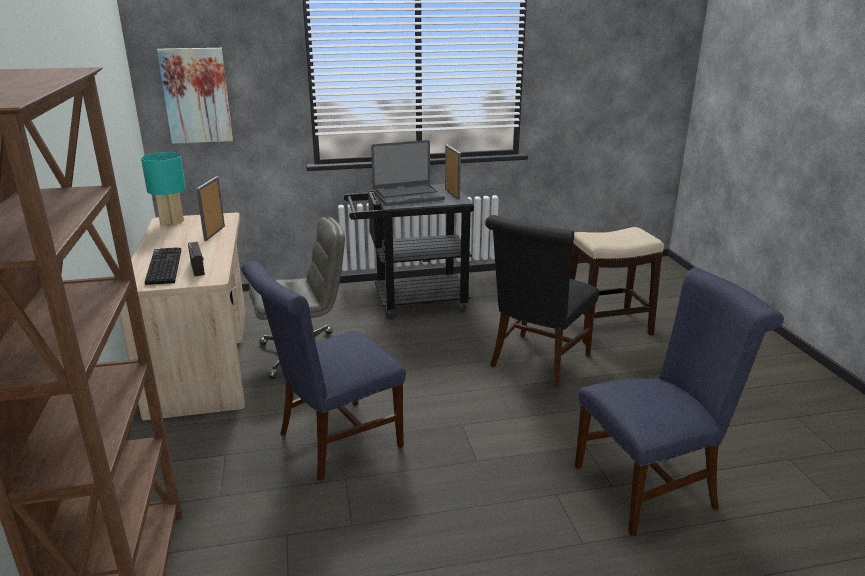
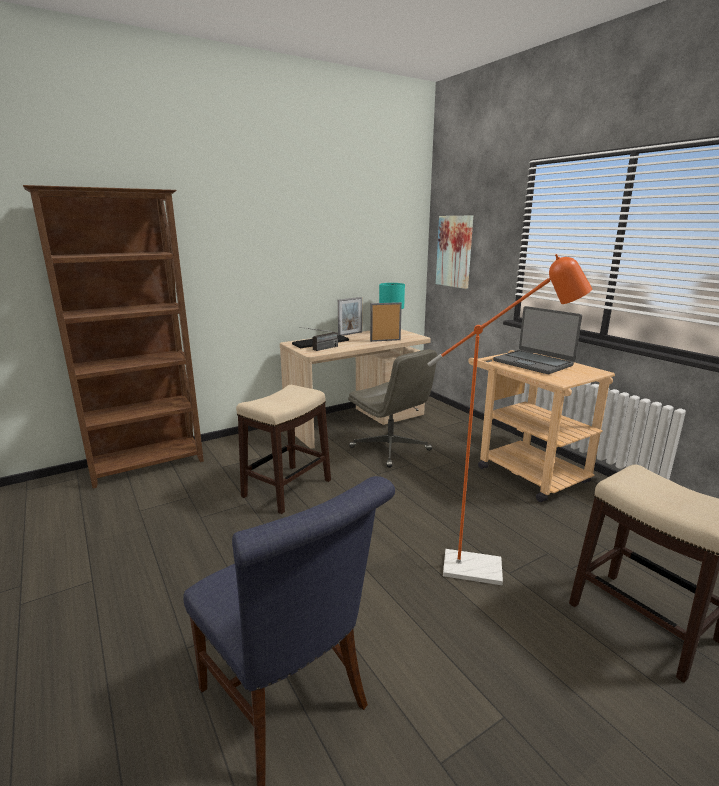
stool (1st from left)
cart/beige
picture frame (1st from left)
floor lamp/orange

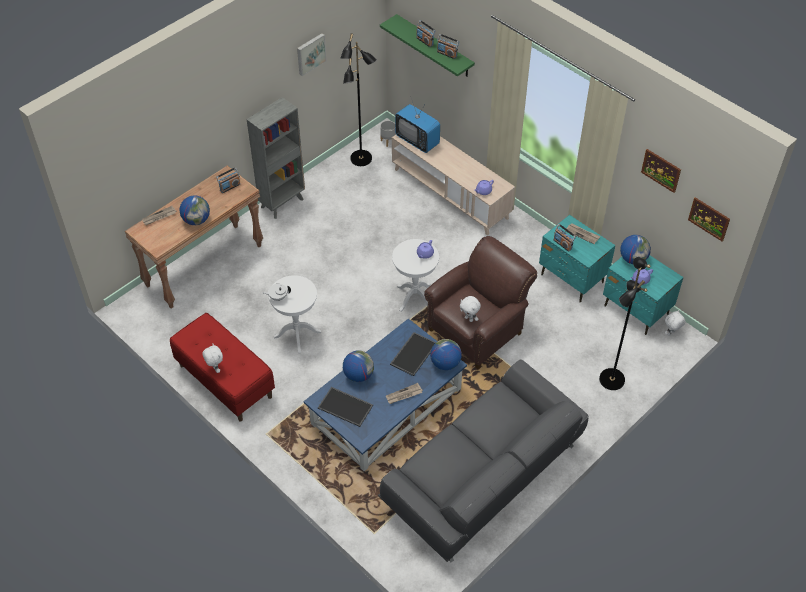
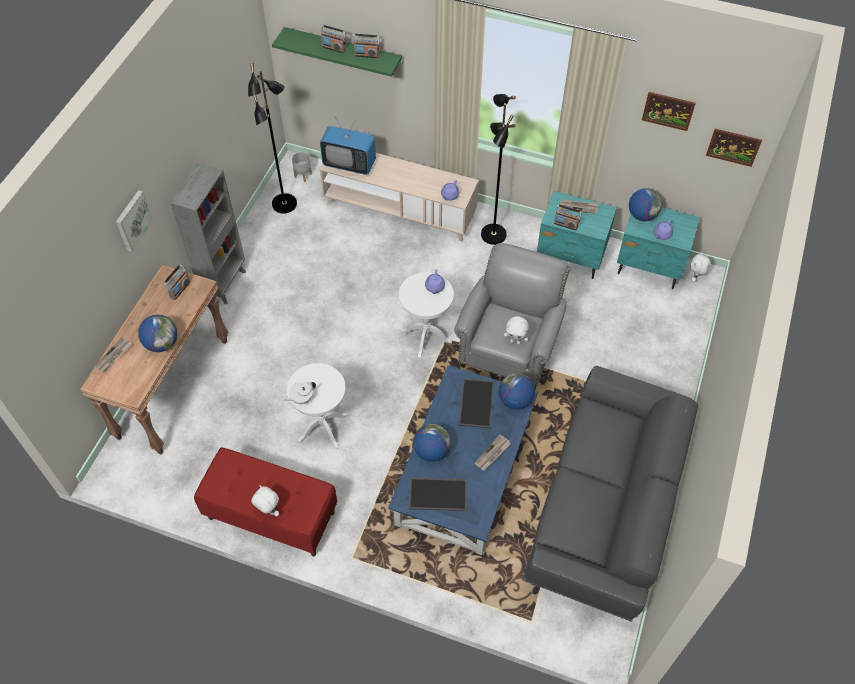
picture (1st from left)
armchair/grey
floor lamp/black (2nd from left)

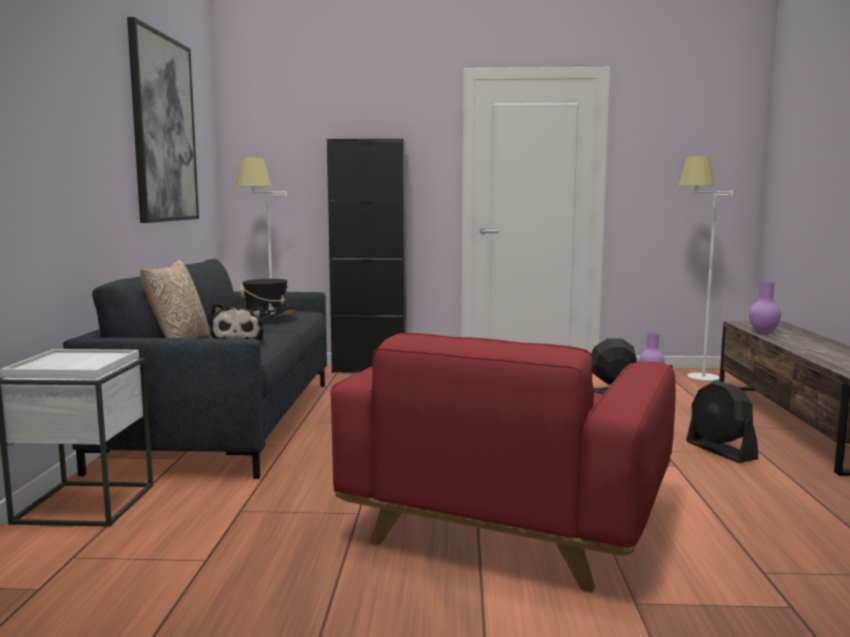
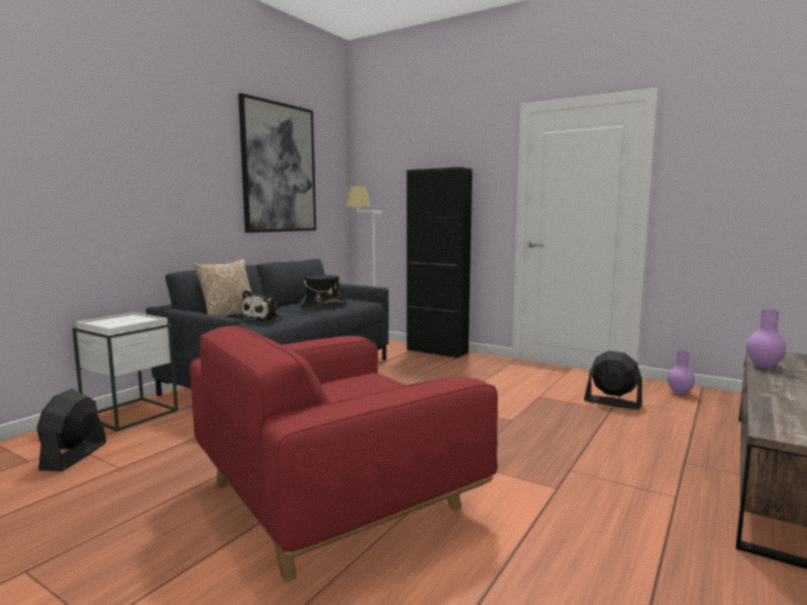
floor lamp/white (2nd from left in the first image)
fan/black (1st from left)

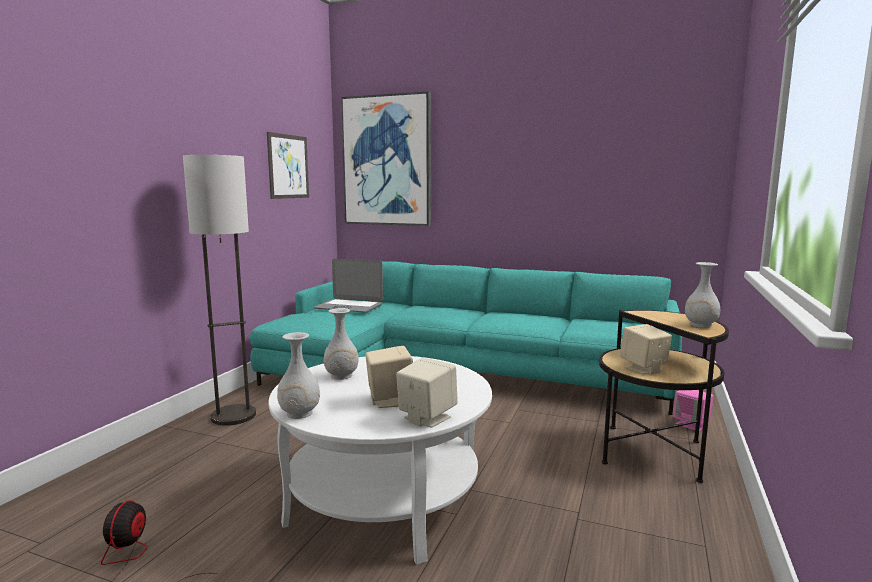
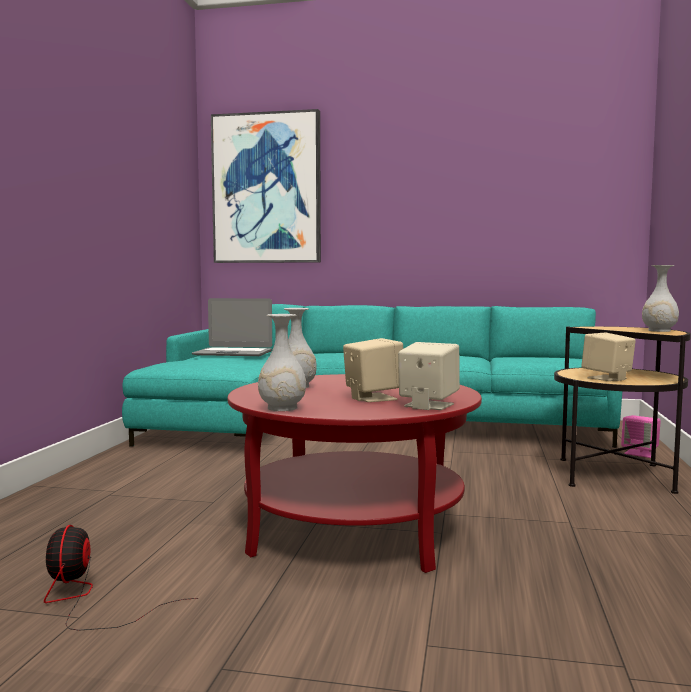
floor lamp
picture (1st from left in the first image)
coffee table/red

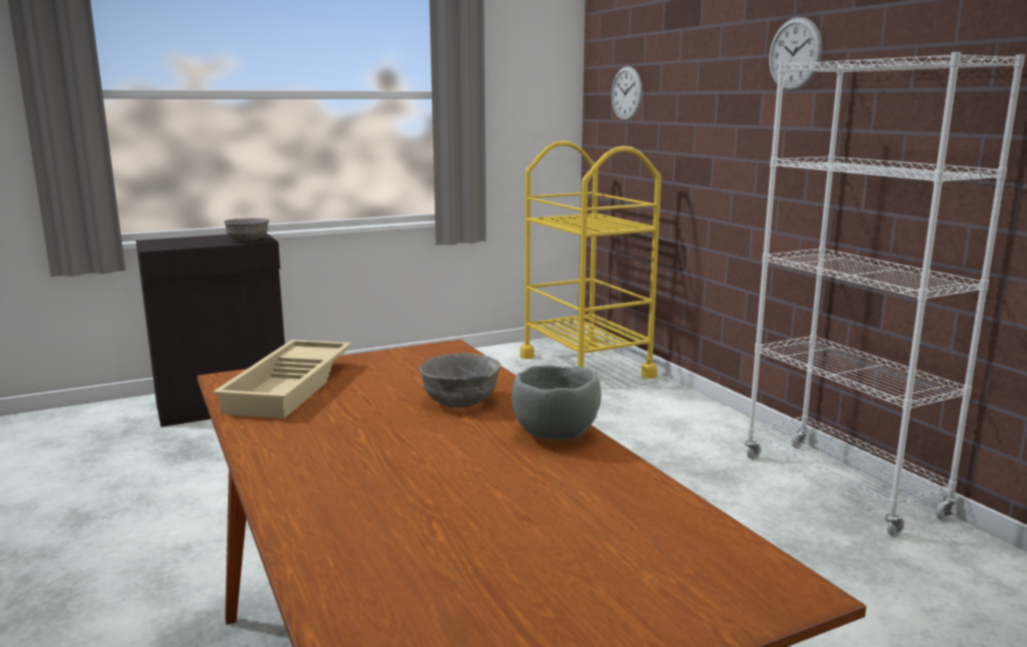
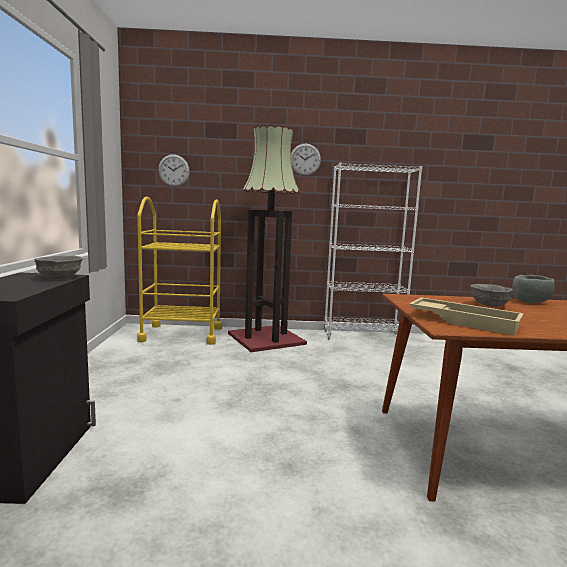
floor lamp

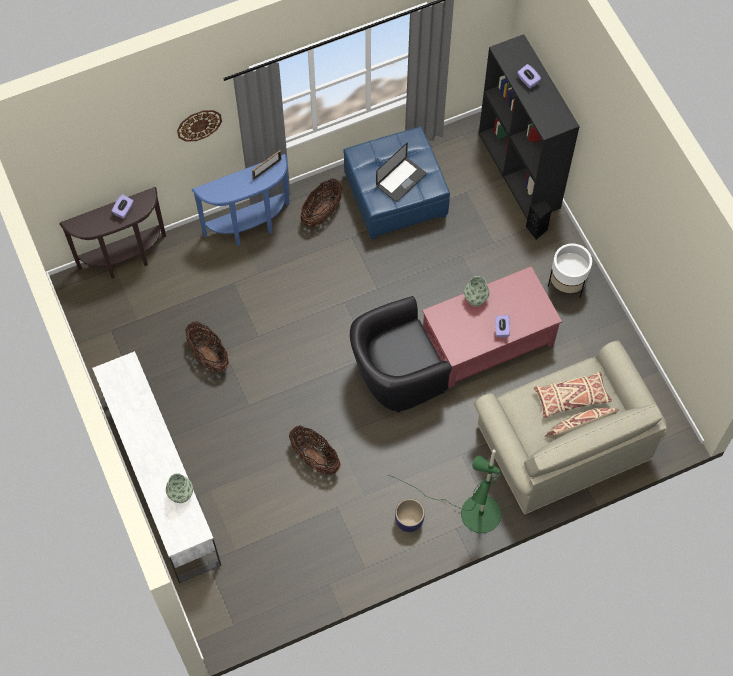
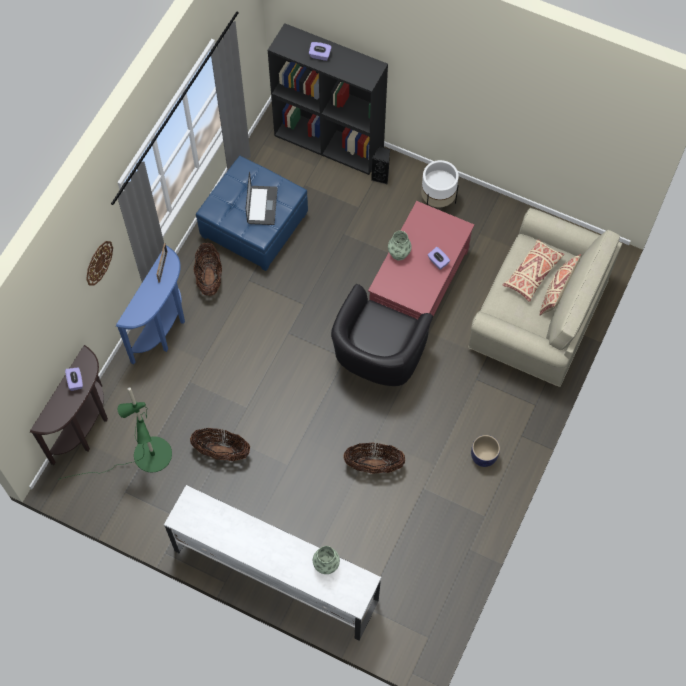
floor lamp/green

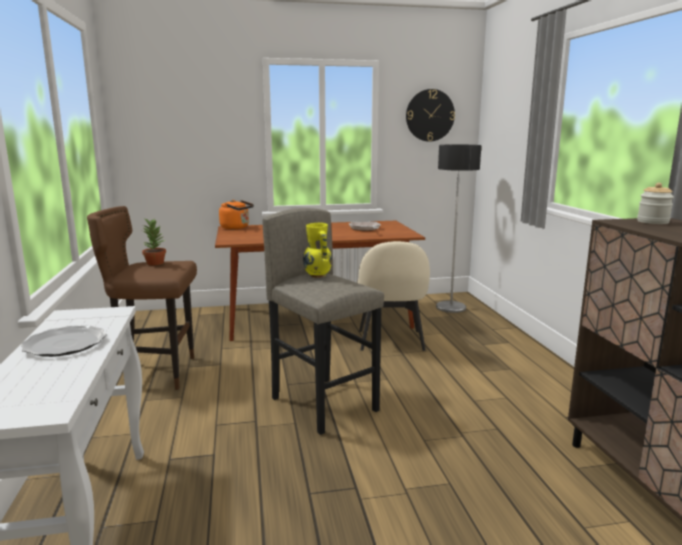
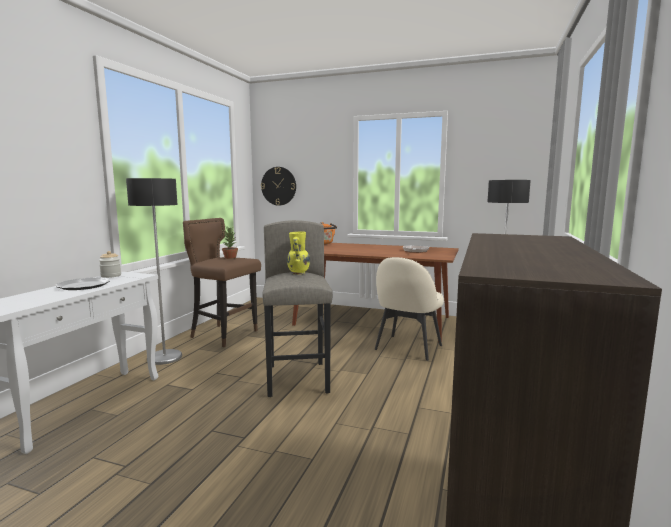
wall clock
jar
floor lamp (1st from left)

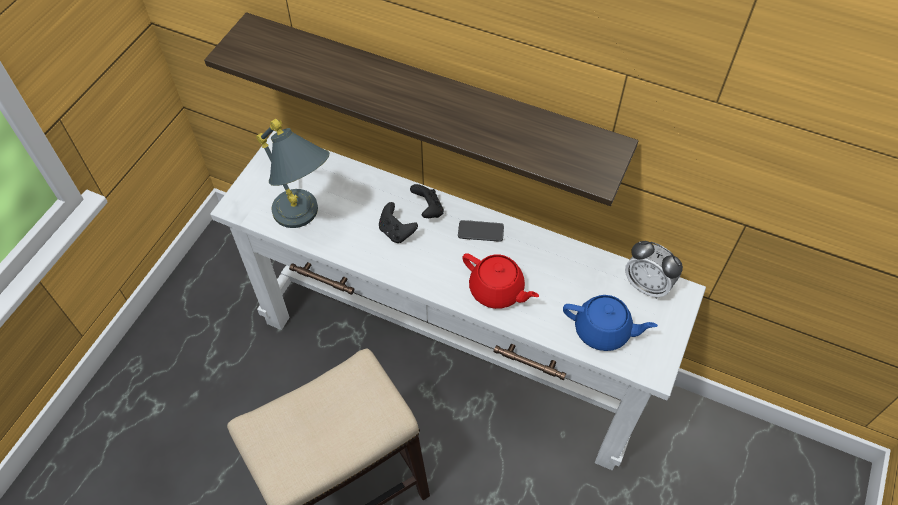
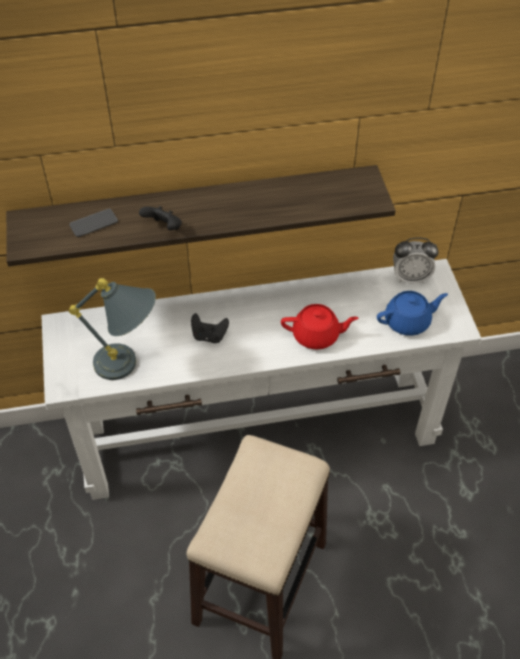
game controller/black (1st from left)
phone

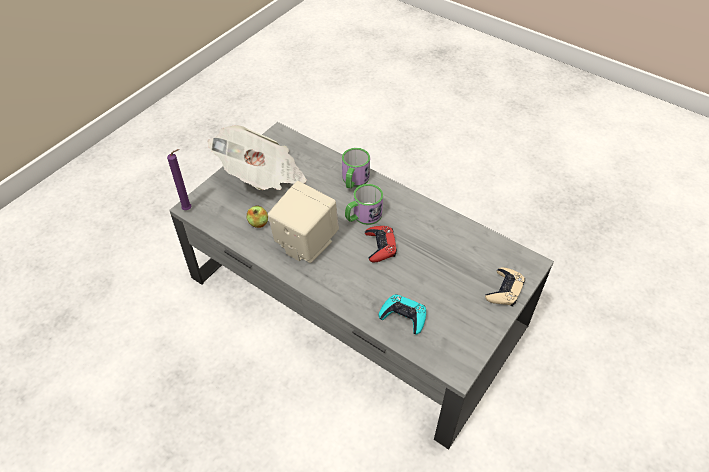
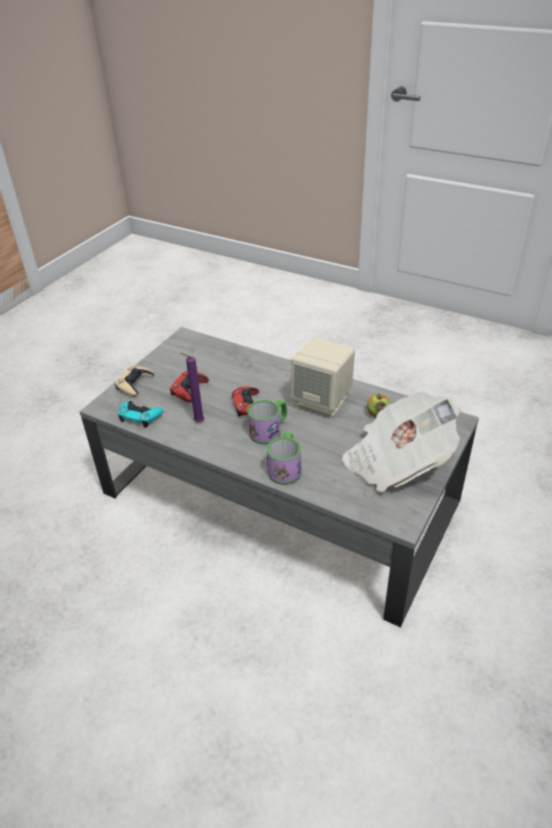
candle/purple
game controller/turquoise
game controller/red (1st from left)

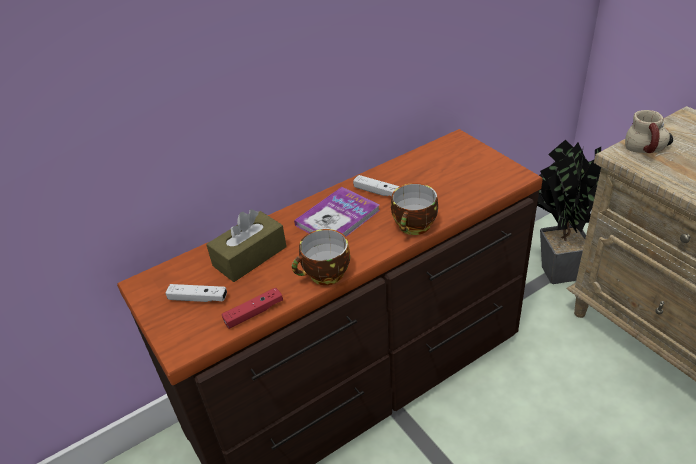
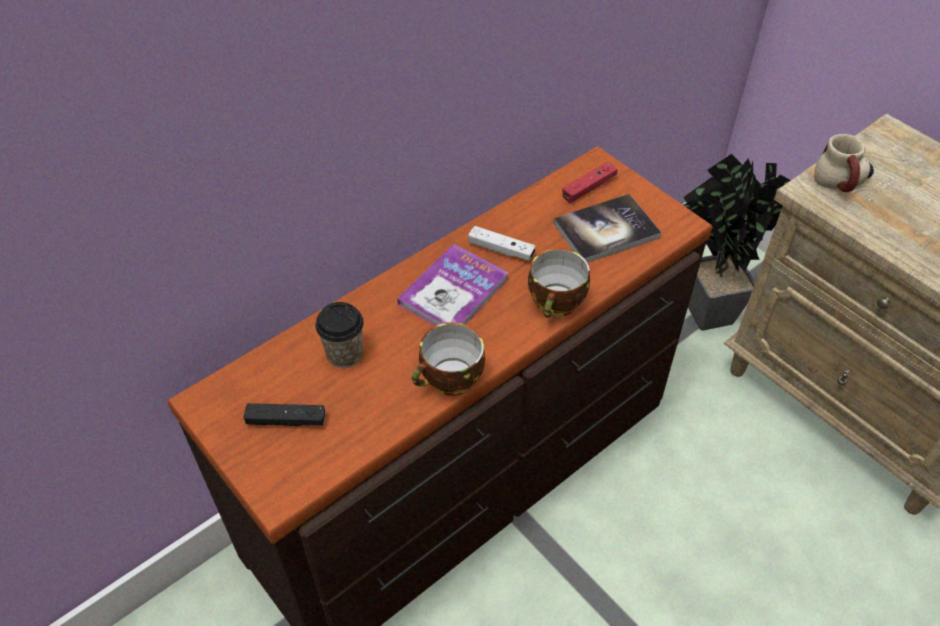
game controller/black
cup (1st from left)
game controller/red
book (2nd from left)

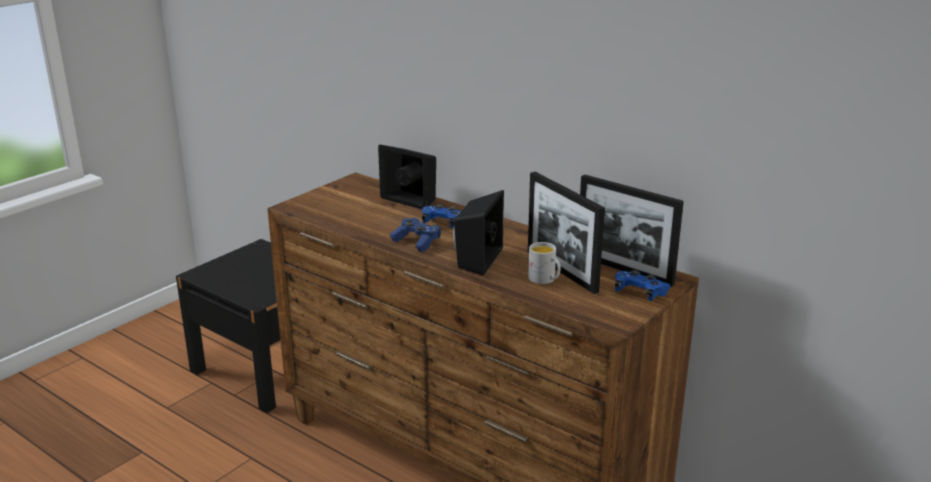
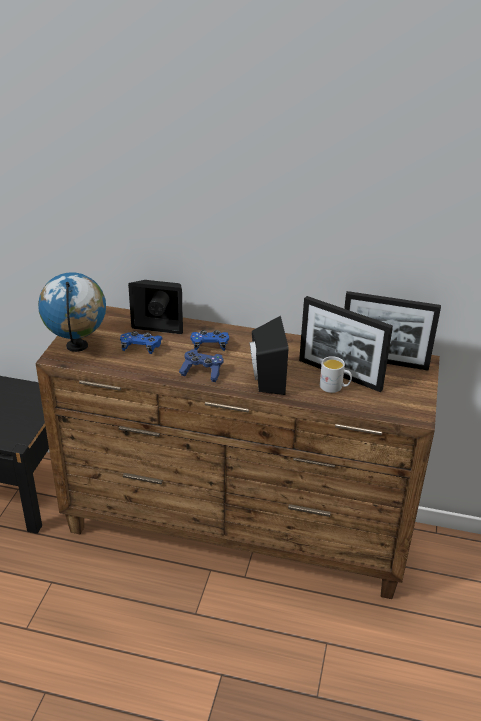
game controller/blue (1st from left)
globe

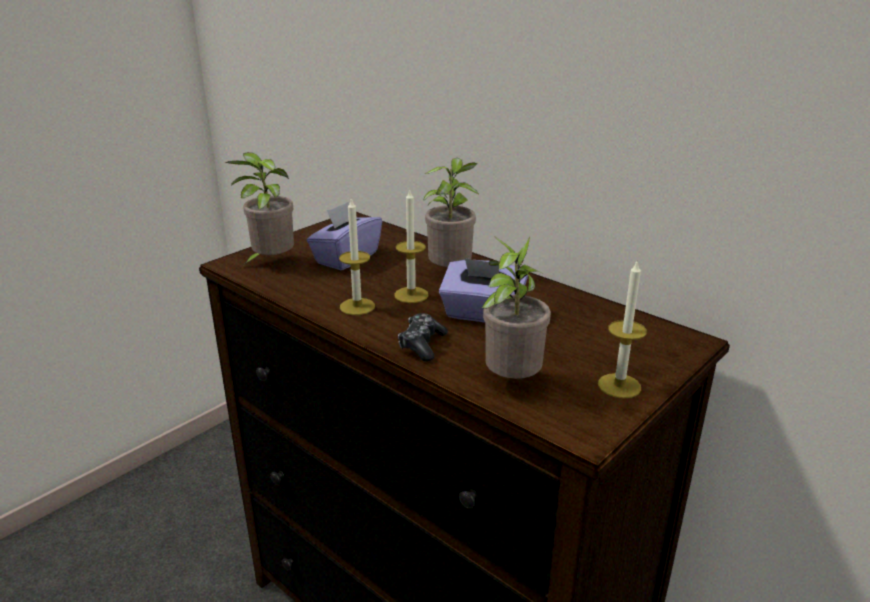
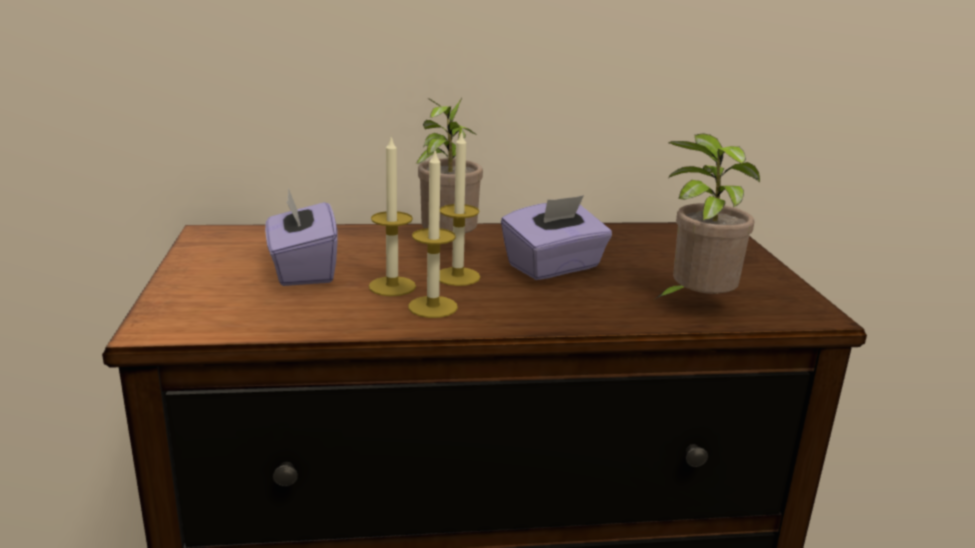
potted plant (1st from left in the first image)
game controller
candle (1st from left)

